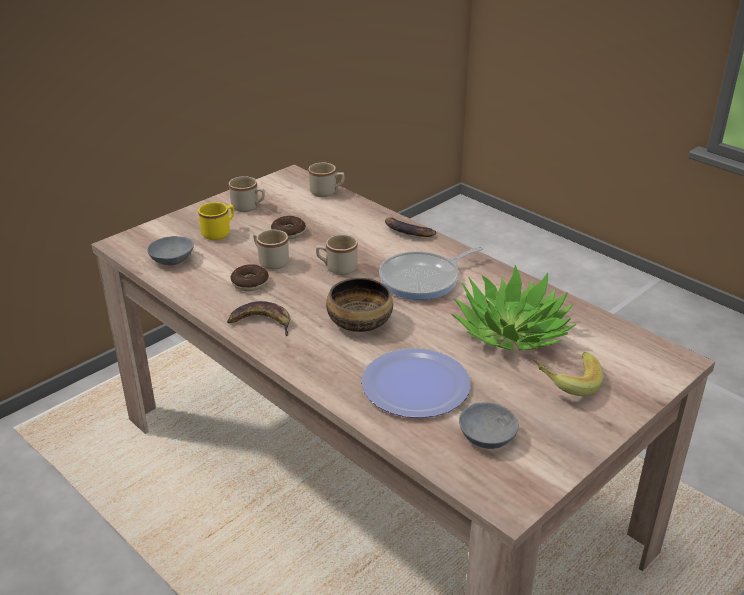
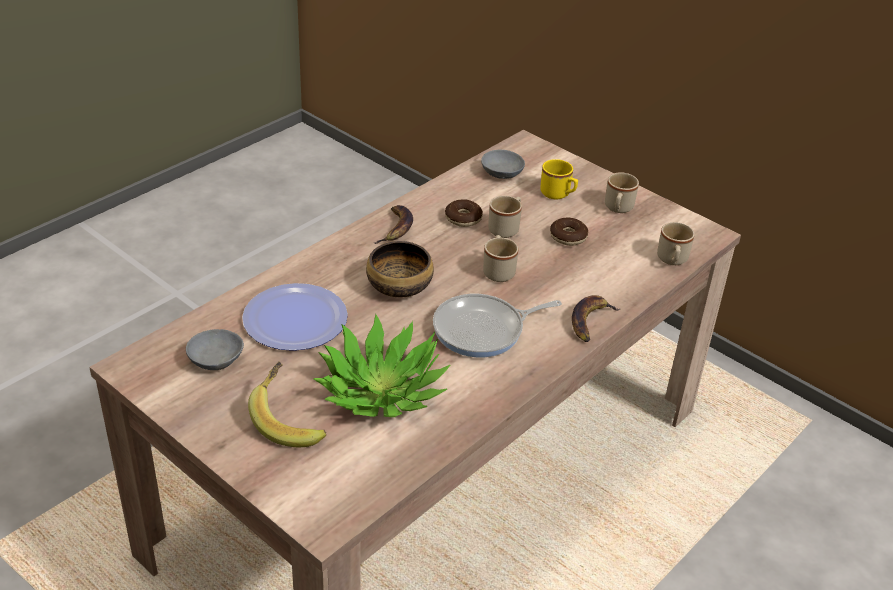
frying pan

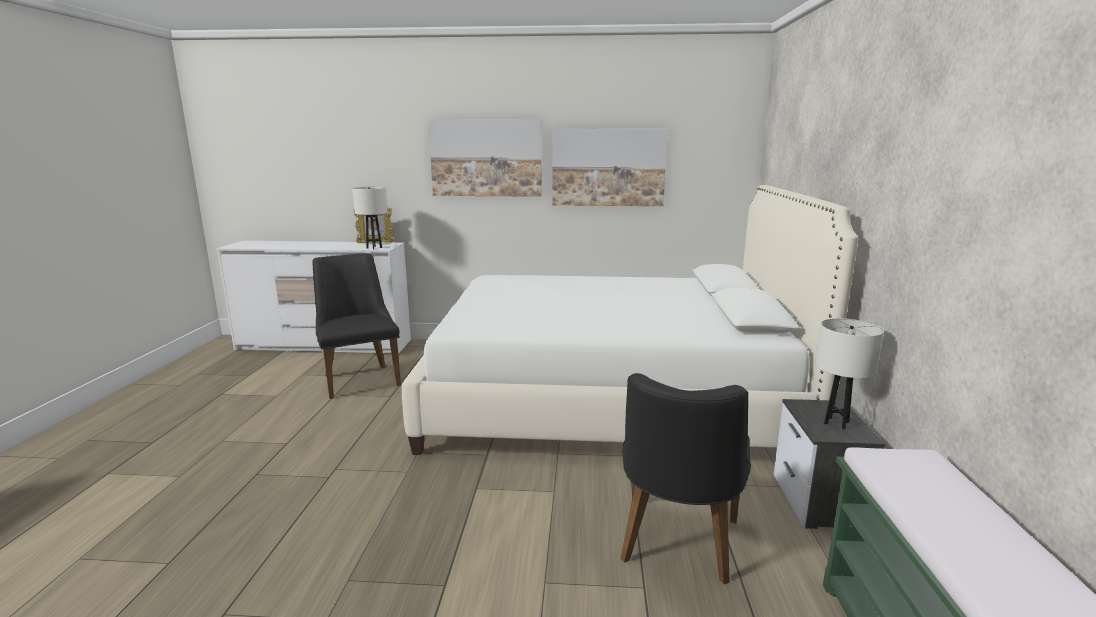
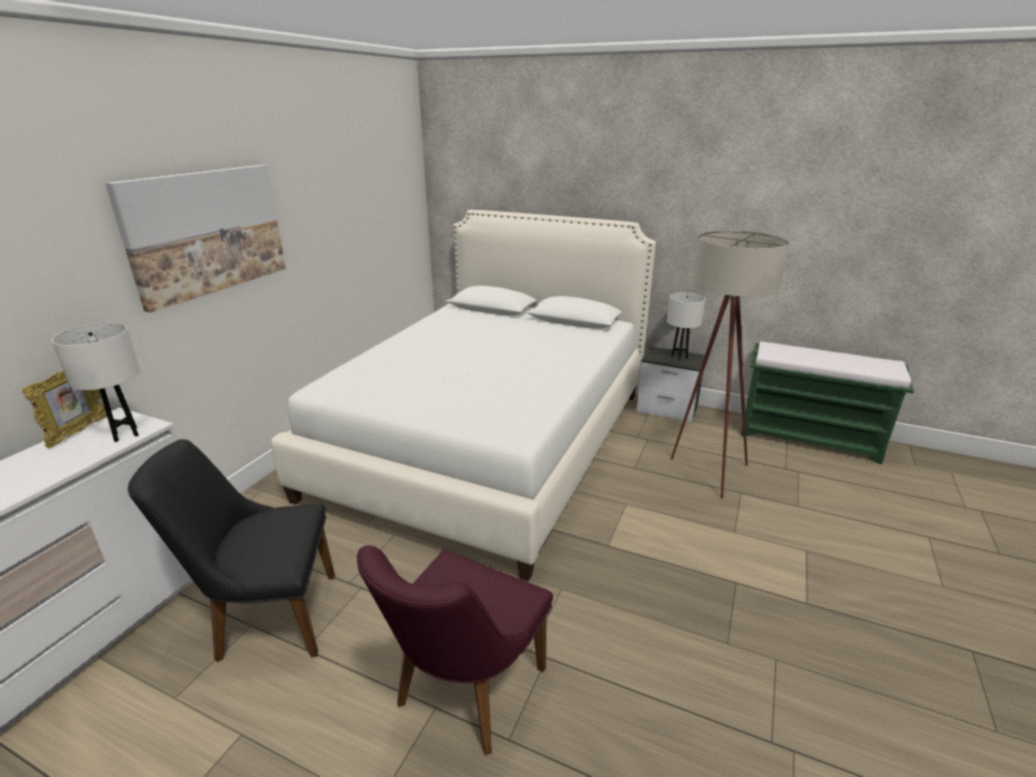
picture (2nd from left in the first image)
floor lamp/beige
chair/purple

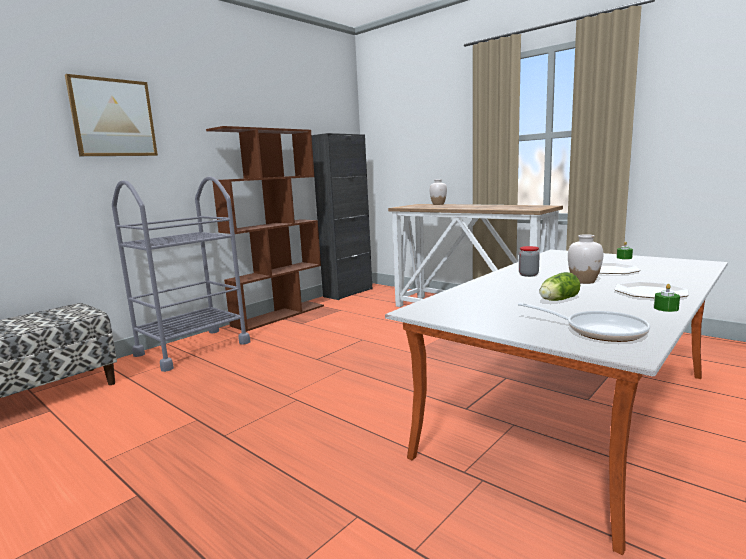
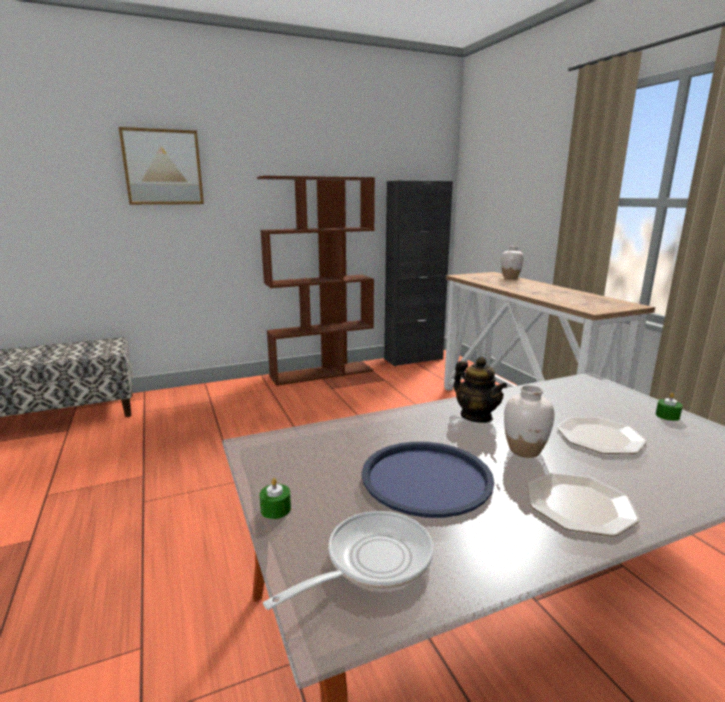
cart/grey
frying pan
teapot
tray/blue
candle/green (1st from left)

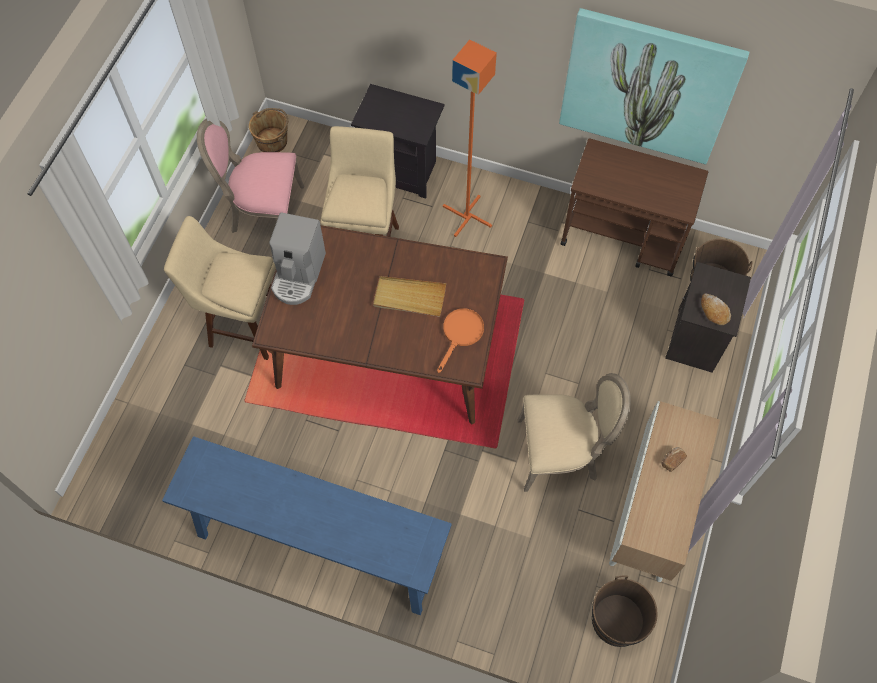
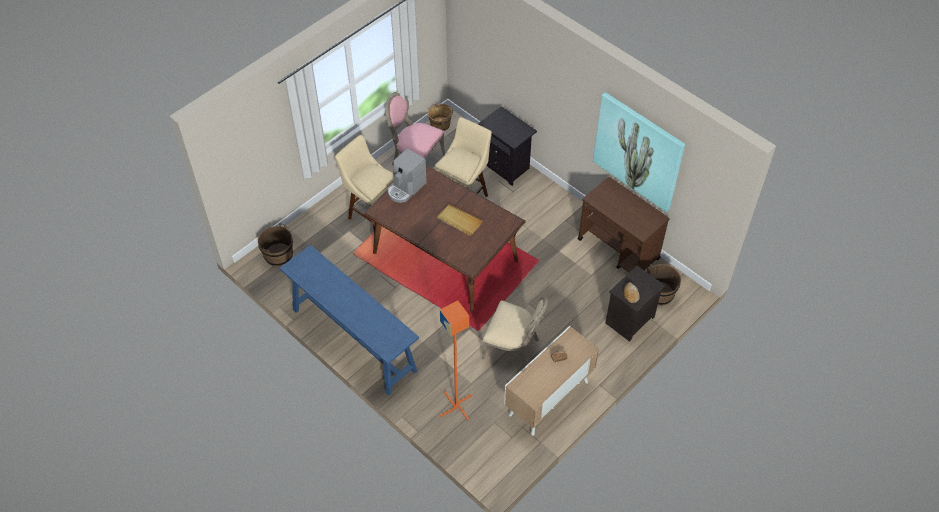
frying pan/orange
floor lamp/orange
bucket/brown (1st from left)

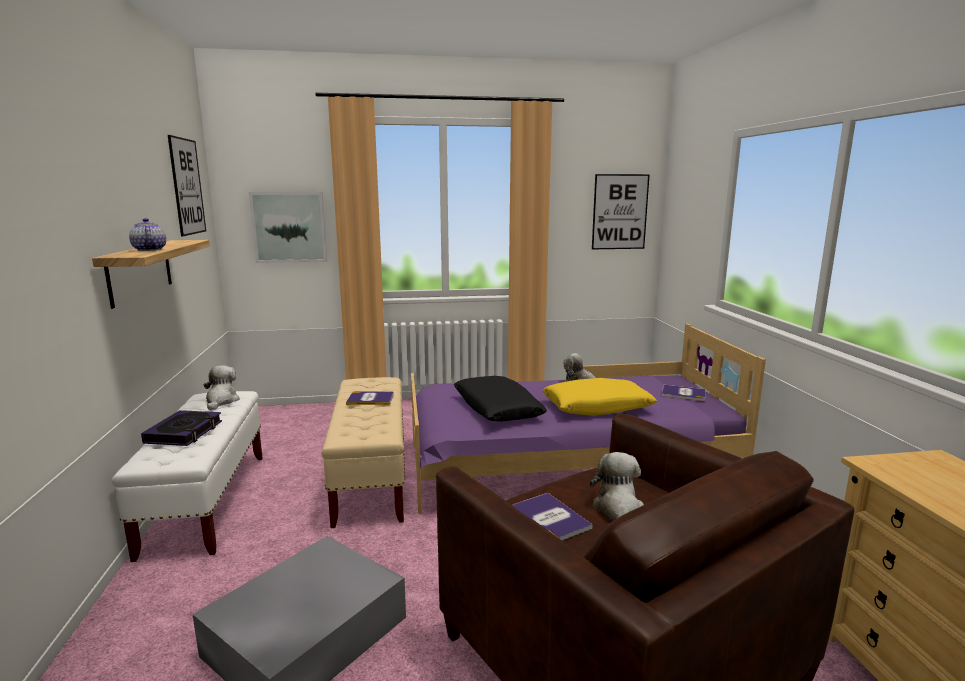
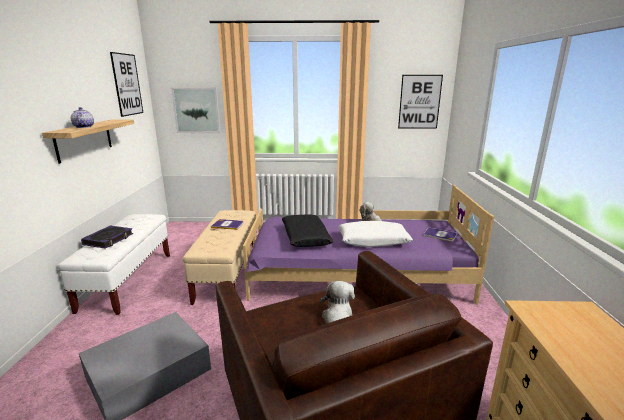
plush toy (1st from left in the first image)
book (3rd from left in the first image)
pillow/white

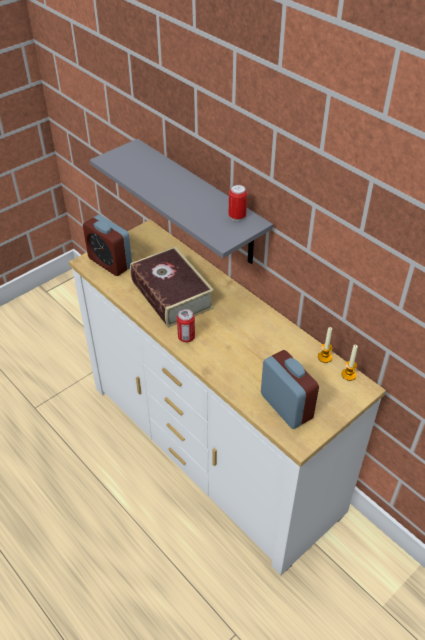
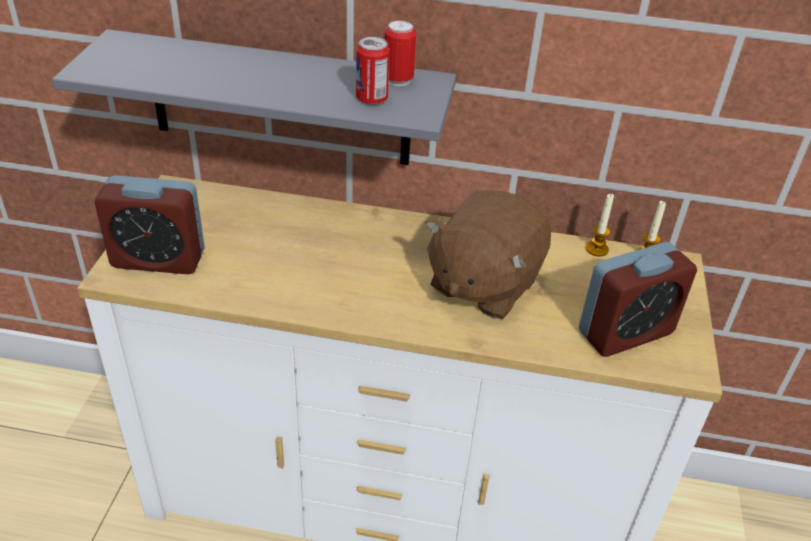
book
can (1st from left)
alarm clock (2nd from left)
plush toy/brown

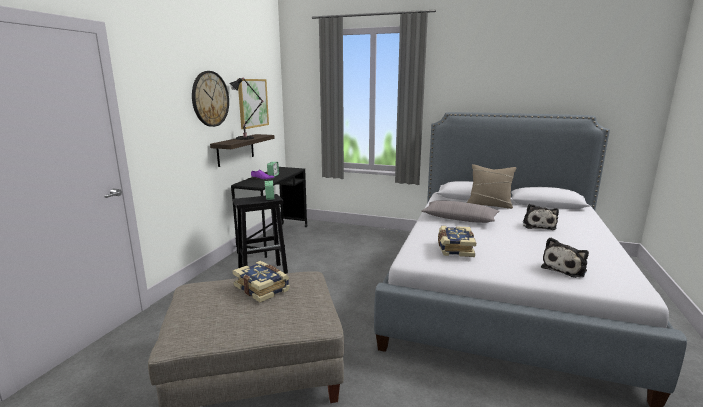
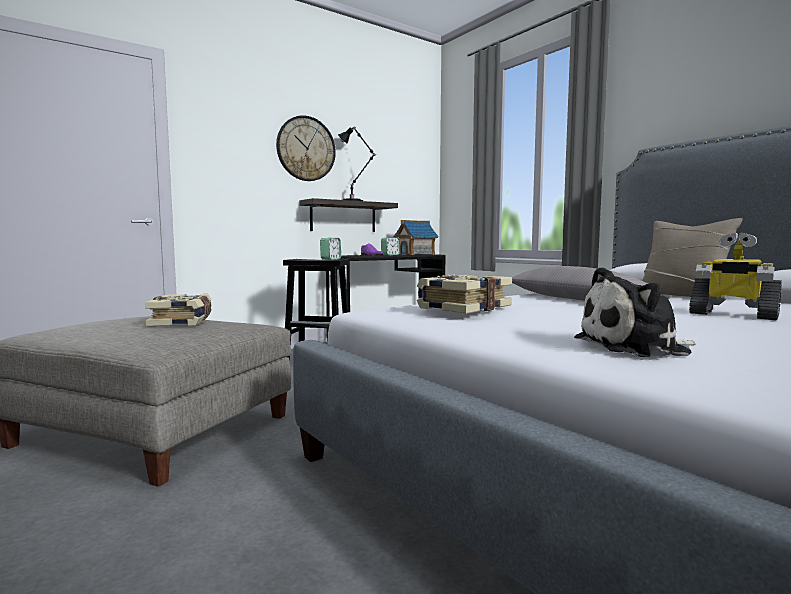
picture
toy robot
toy house

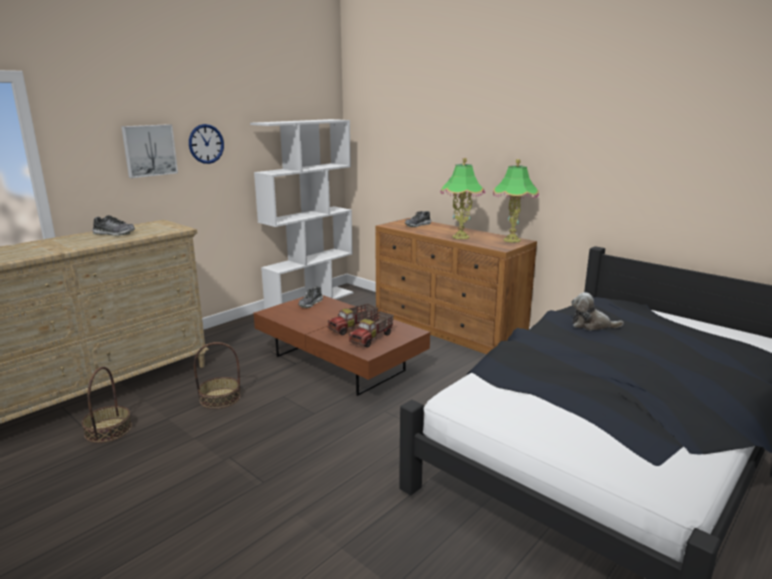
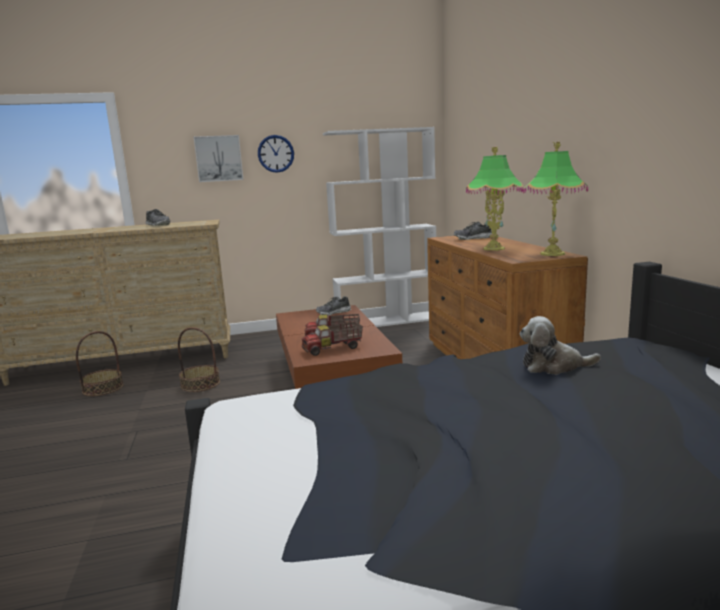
plush toy

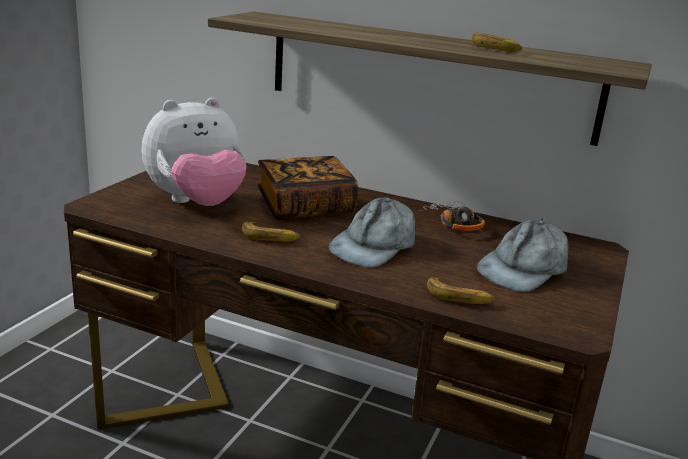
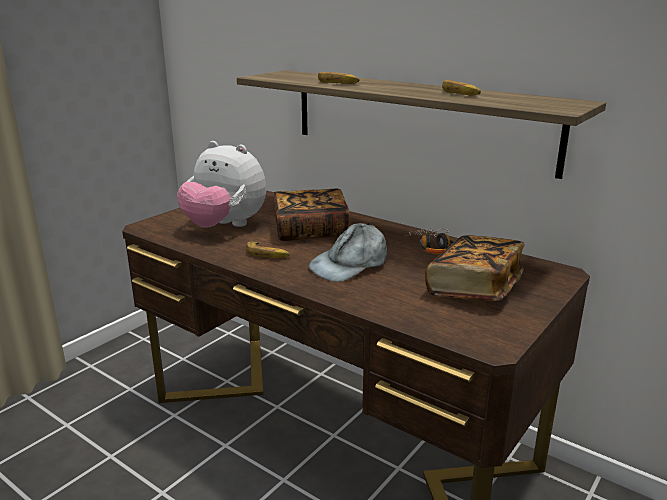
plush toy
banana (2nd from left)
book (2nd from left)

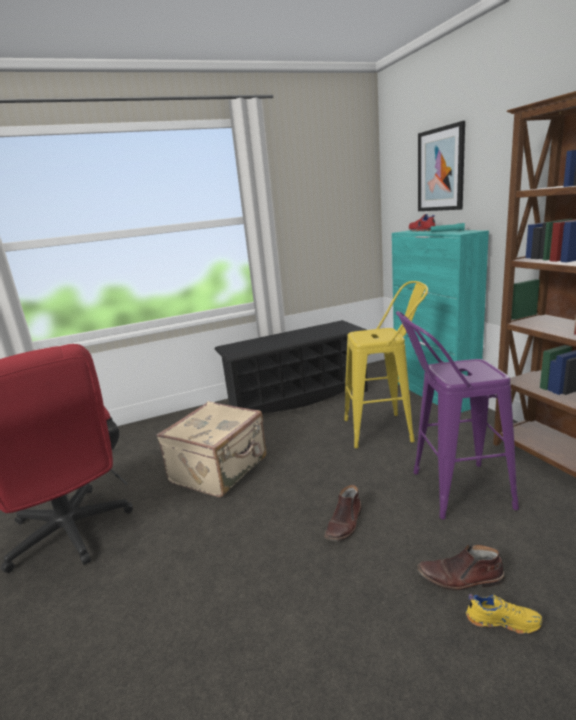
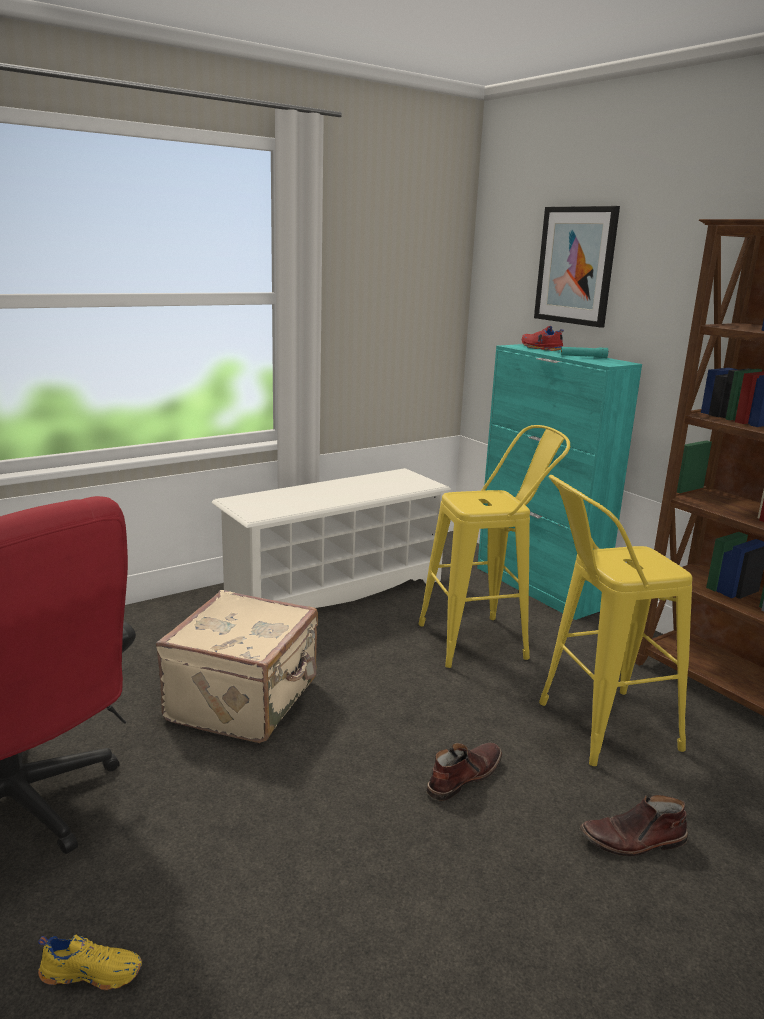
shoe rack/white
boot/brown (1st from left)
stool/yellow (2nd from left)
shoe/yellow

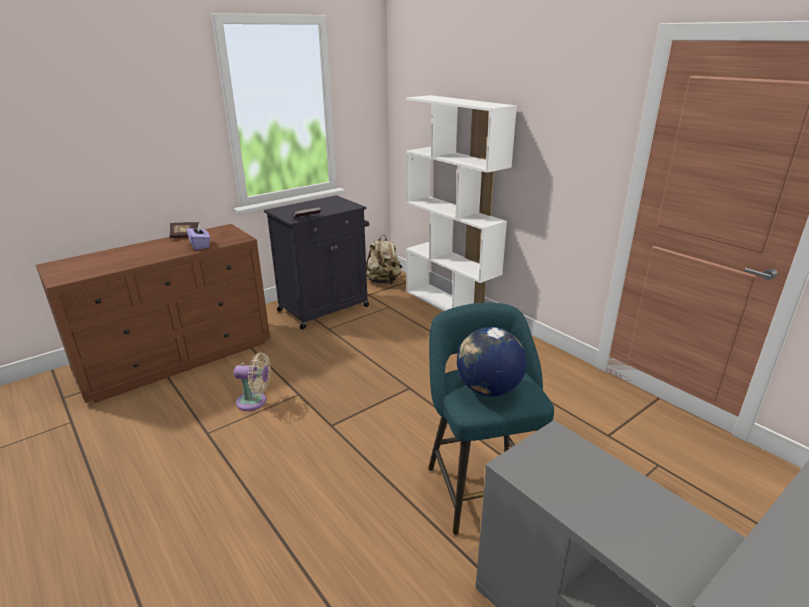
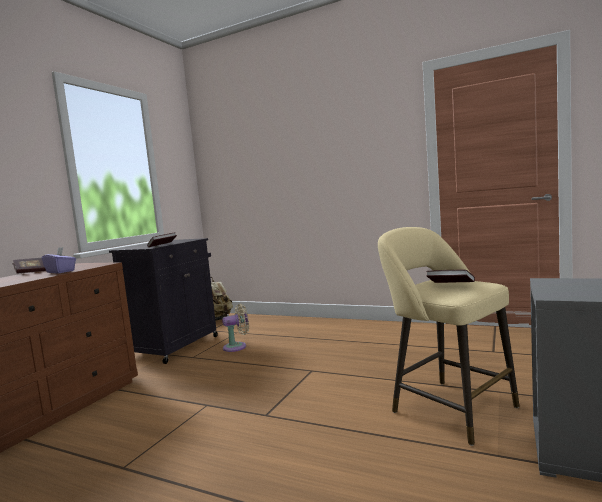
fan/beige
bookcase/white
stool/beige
book (3rd from left)

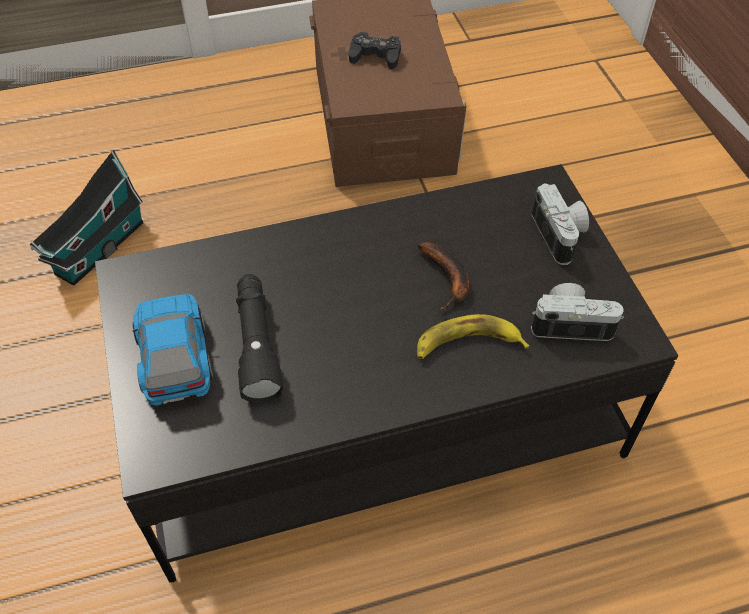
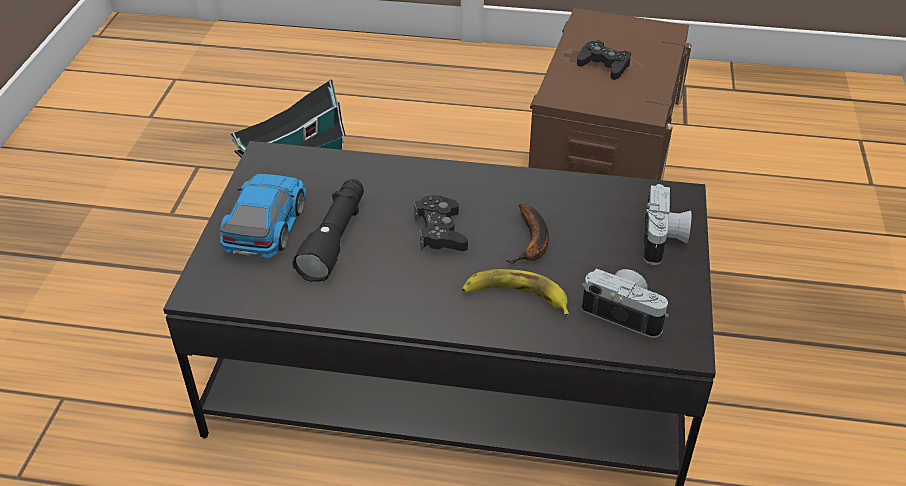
game controller/black (1st from left)

